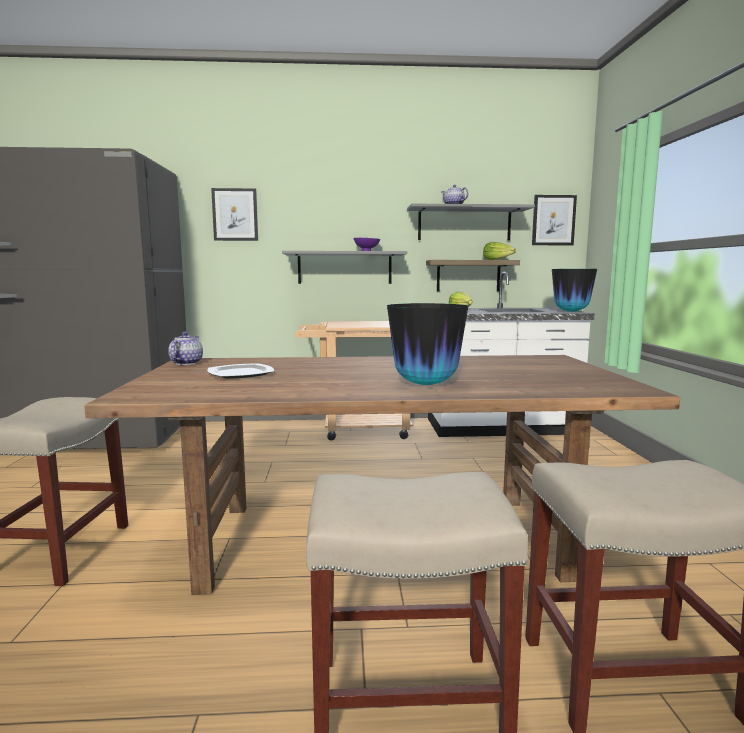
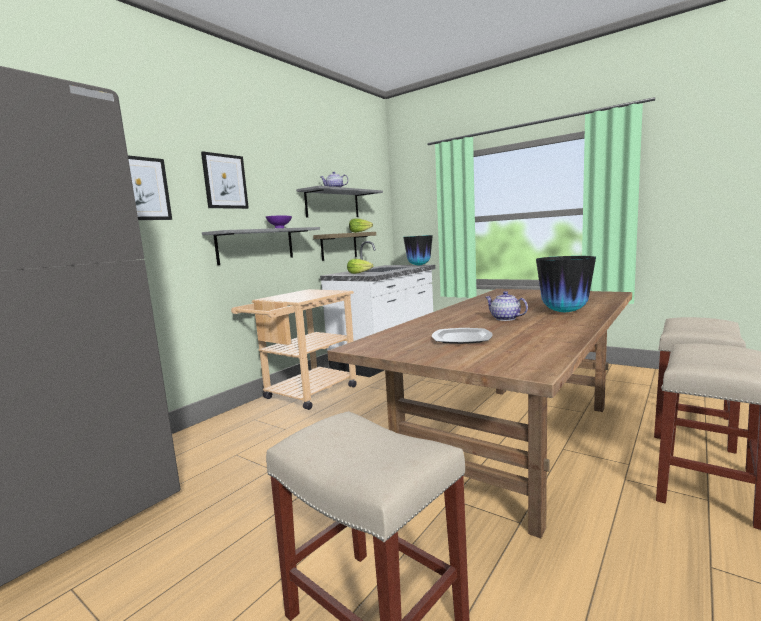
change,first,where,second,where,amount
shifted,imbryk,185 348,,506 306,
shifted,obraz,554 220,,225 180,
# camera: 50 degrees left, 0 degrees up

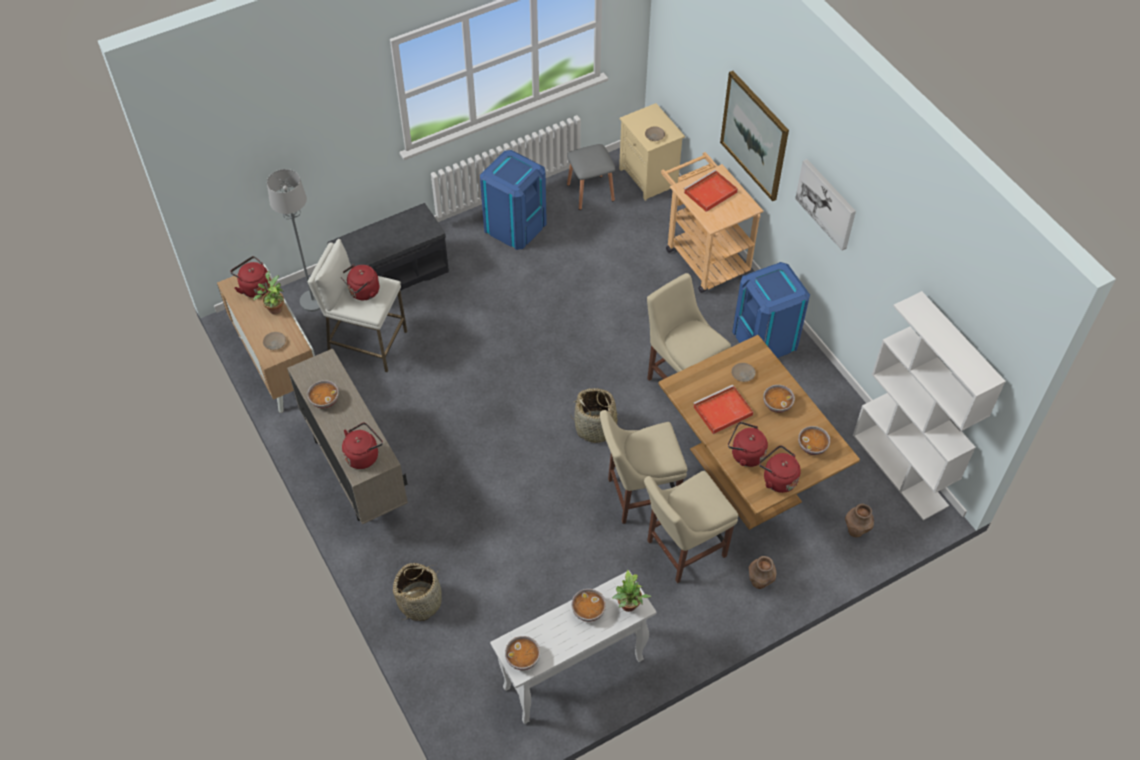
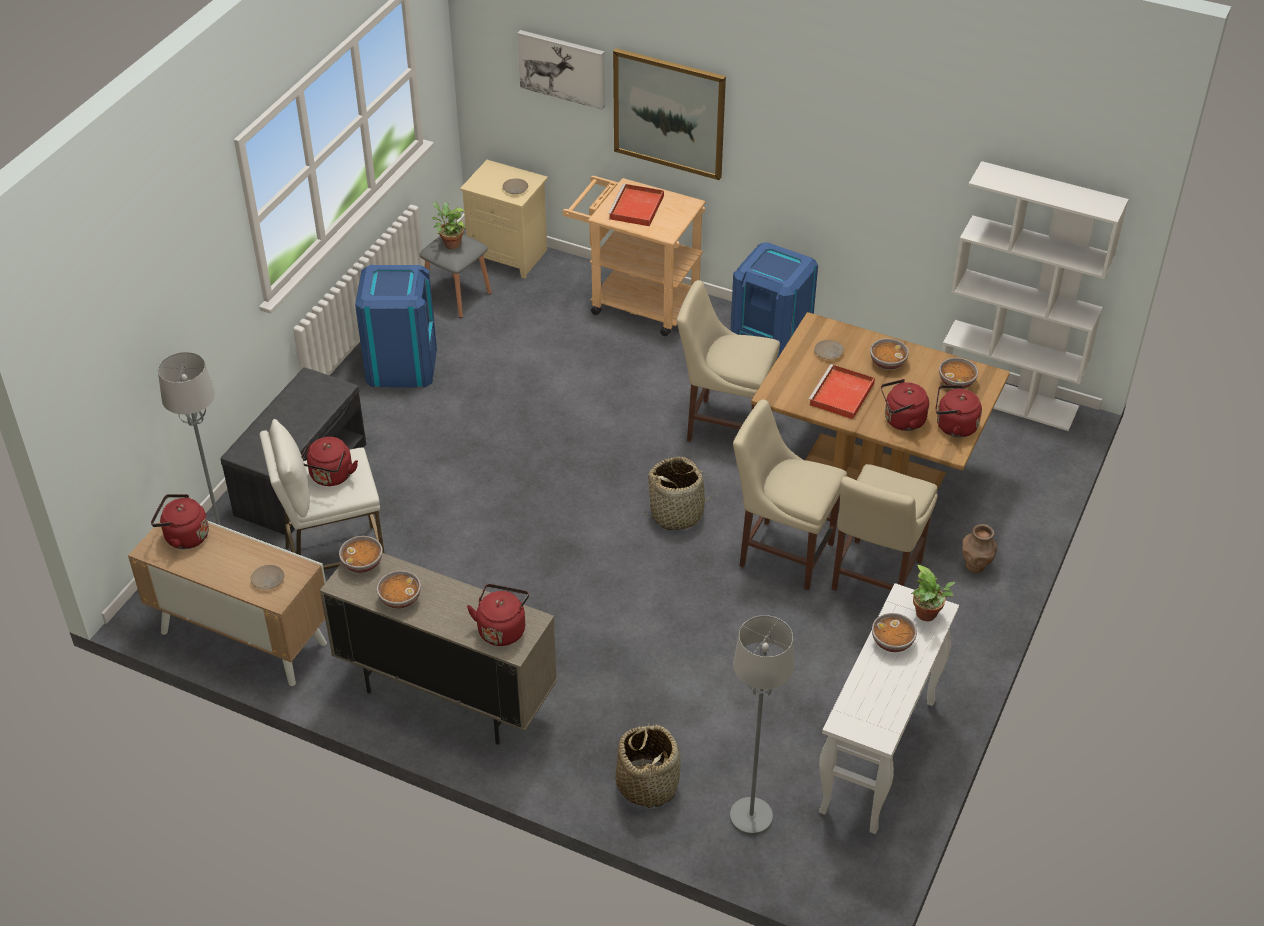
change,first,where,second,where,amount
gone,wazon (brązowy),859 521,,,
new,,,lampa stojąca (szary),762 725,
shifted,roślina doniczkowa,268 293,,448 225,
shifted,miska,522 653,,361 554,
shifted,obraz,825 204,,561 70,
rotated,krzesło (beżowy),643 467,,790 494,75 degrees clockwise
# camera: 35 degrees left, 10 degrees down

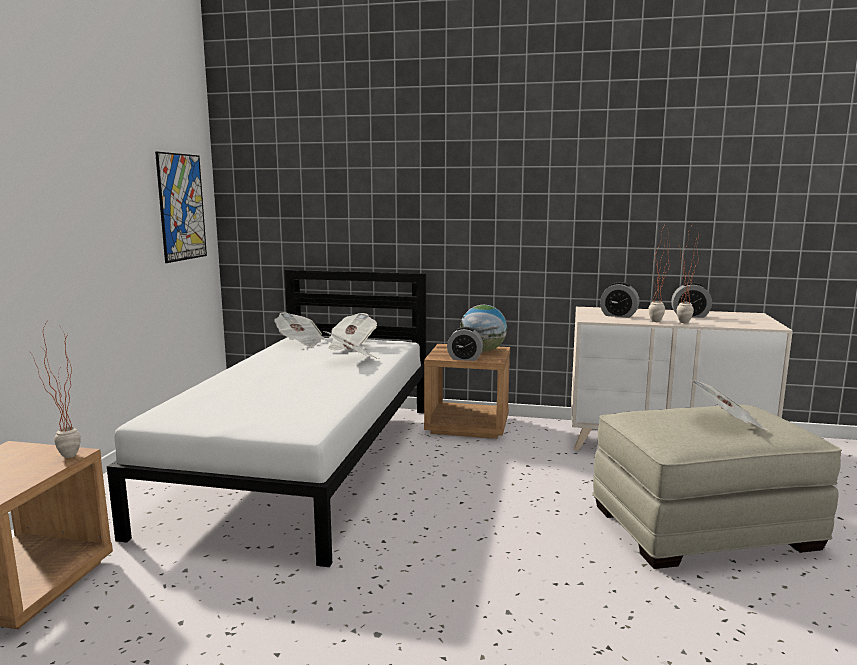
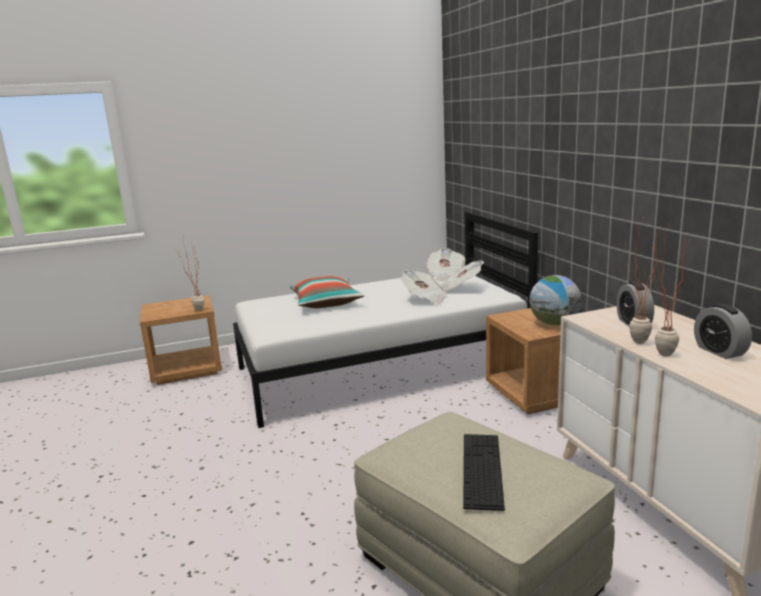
change,first,where,second,where,amount
gone,obraz,181 207,,,
gone,budzik,465 344,,,
new,,,poduszka,327 292,
swapped,gazeta,728 404,klawiatura,484 472,
# camera: 60 degrees right, 5 degrees up

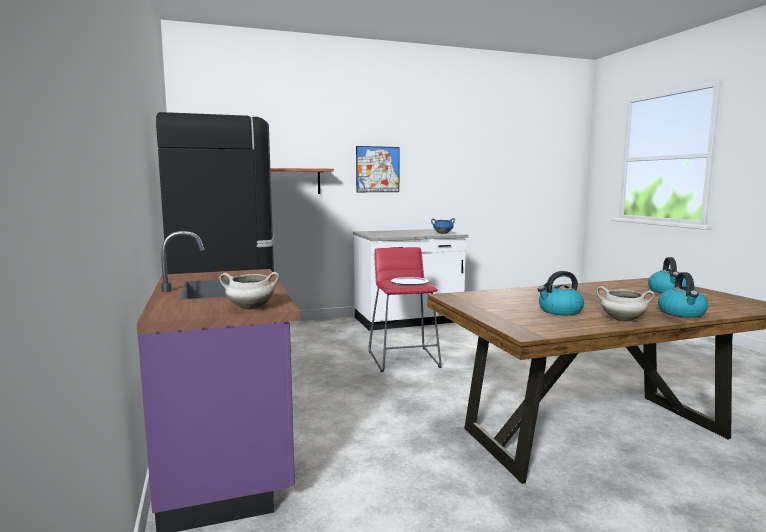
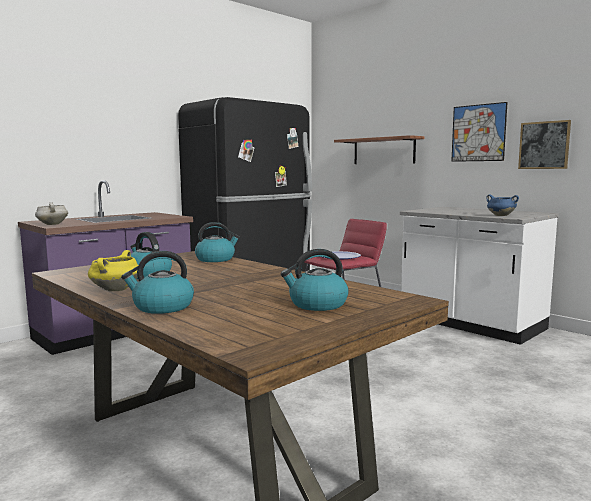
change,first,where,second,where,amount
new,,,czajnik,217 242,
new,,,obraz,544 144,
repainted,garnek (biały),626 304,garnek (żółty),113 270,
# camera: 65 degrees right, 0 degrees up

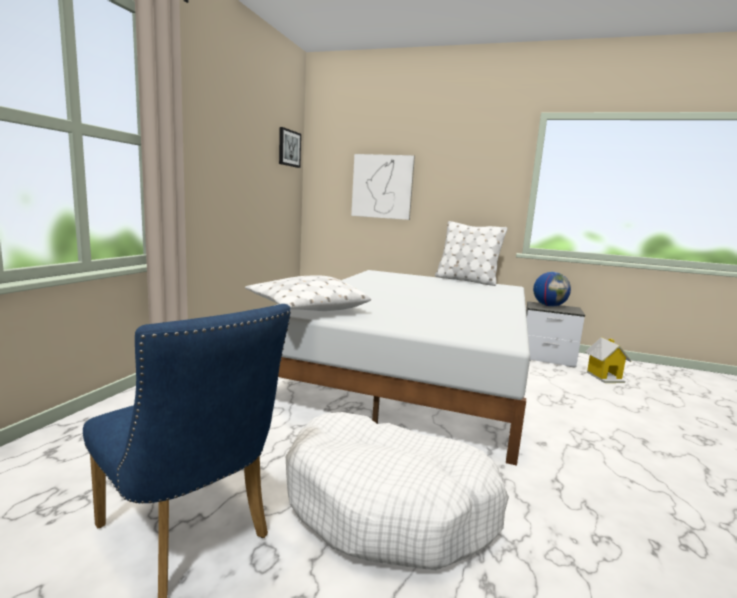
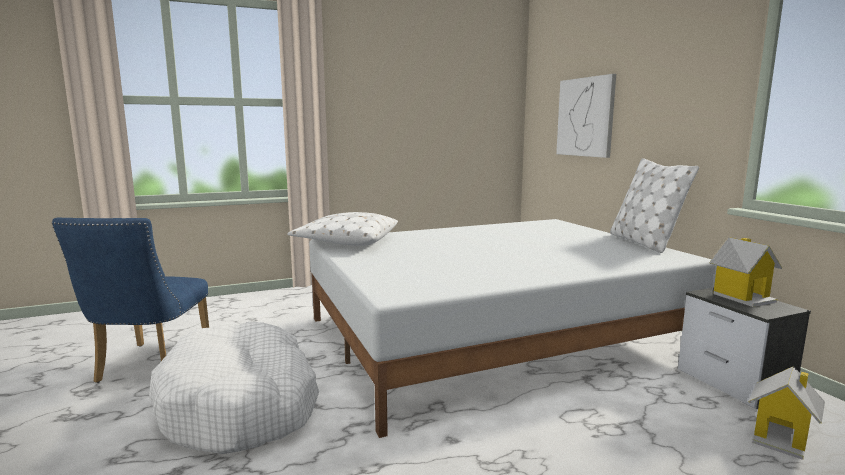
change,first,where,second,where,amount
gone,obraz,290 147,,,
swapped,globus,552 289,domek,745 272,
# camera: 50 degrees right, 0 degrees up

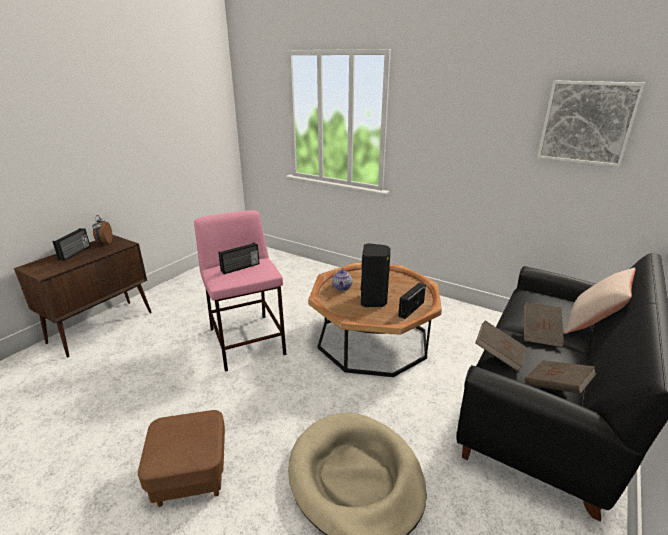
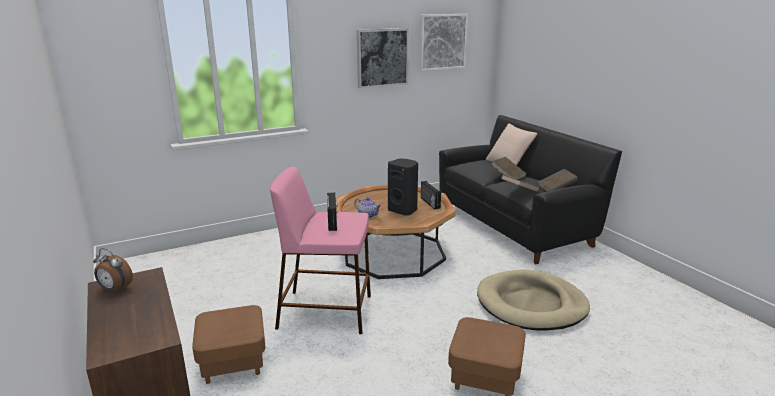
change,first,where,second,where,amount
gone,radio,71 244,,,
new,,,pufa (brązowy),228 344,
new,,,obraz,383 58,
# camera: 60 degrees left, 5 degrees down

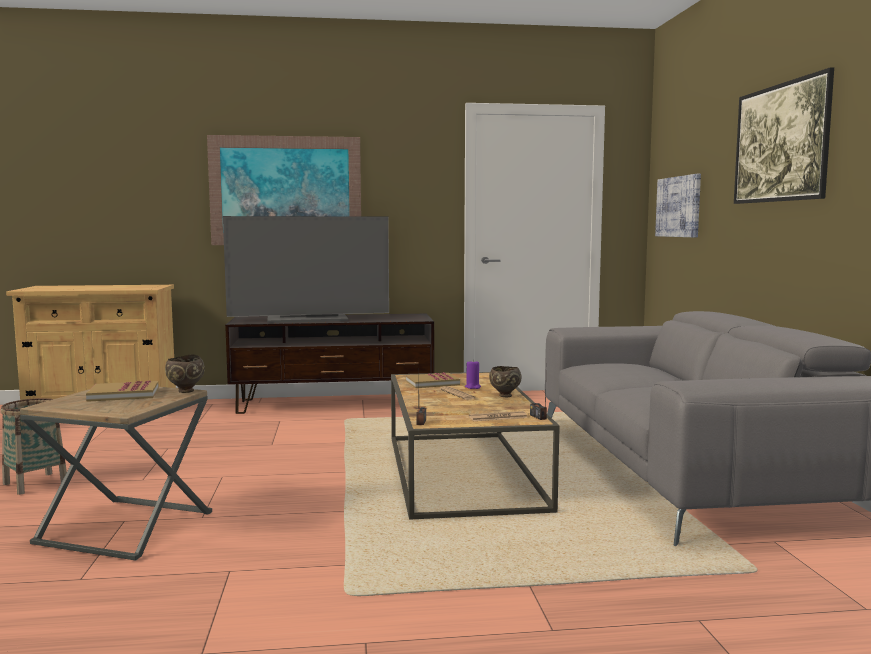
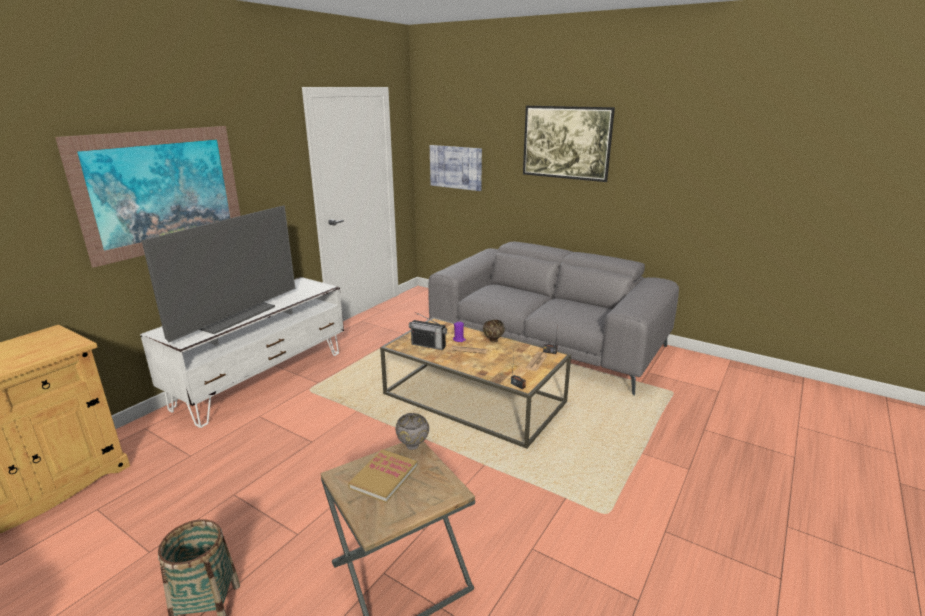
change,first,where,second,where,amount
swapped,książka,433 380,radio,428 331,
repainted,miska (brązowy),185 373,miska (szary),412 431,
repainted,szafka pod telewizor (brązowy),329 364,szafka pod telewizor (biały),242 352,
# camera: 50 degrees left, 15 degrees up

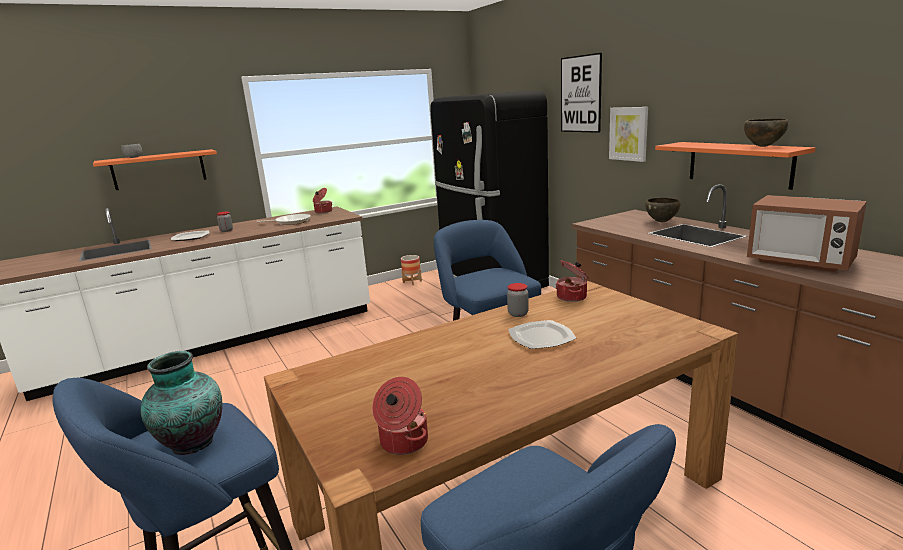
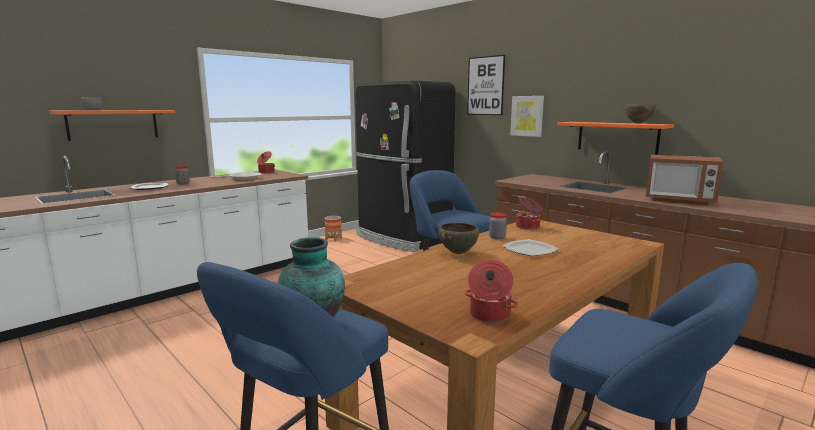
change,first,where,second,where,amount
shifted,miska (brązowy),663 210,,458 238,
# camera: 15 degrees left, 5 degrees down

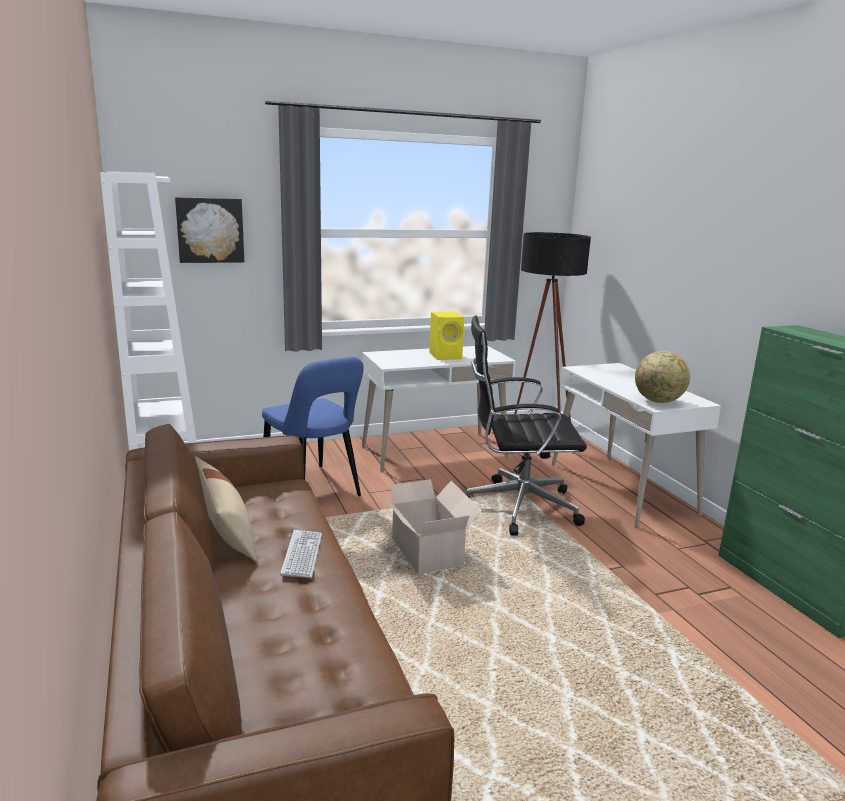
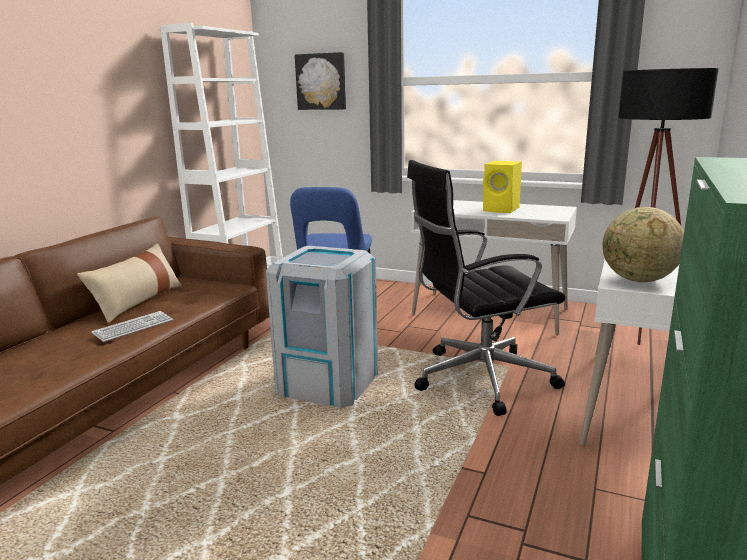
change,first,where,second,where,amount
swapped,karton,430 527,kosz na śmieci (szary),322 327,
rotated,krzesło biurowe (czarny),526 425,,486 288,60 degrees counterclockwise
# camera: 45 degrees right, 0 degrees up

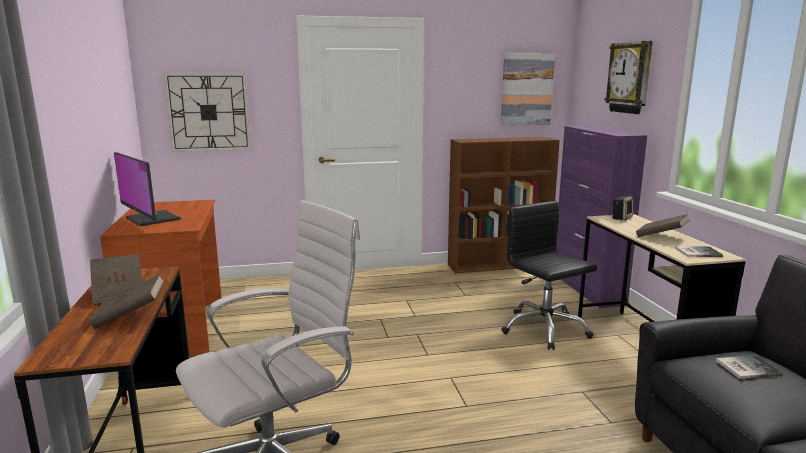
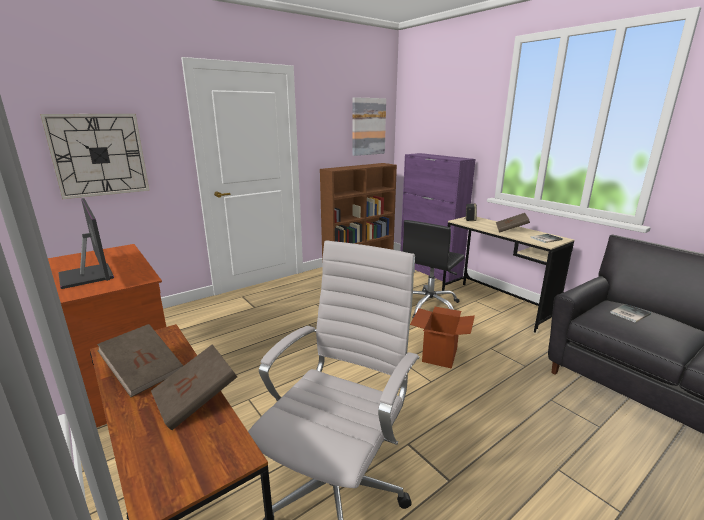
change,first,where,second,where,amount
gone,zegar ścienny,629 77,,,
new,,,karton,442 338,
rotated,monitor,147 189,,86 243,150 degrees counterclockwise
rotated,krzesło biurowe (czarny),549 275,,434 269,90 degrees counterclockwise
# camera: 25 degrees left, 5 degrees up

